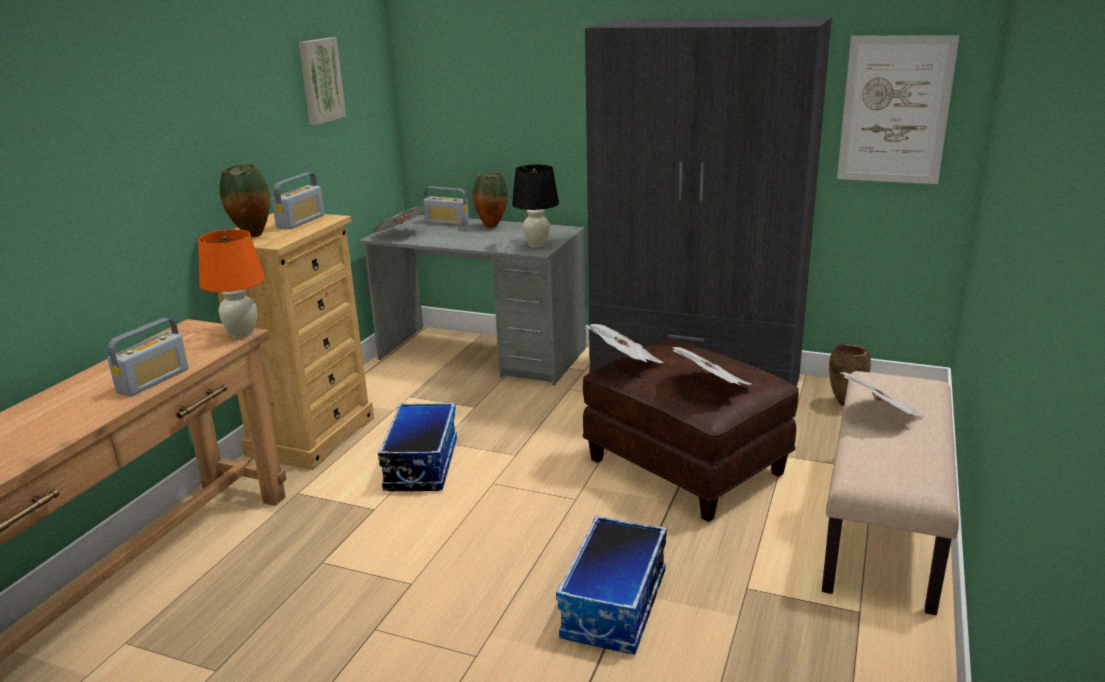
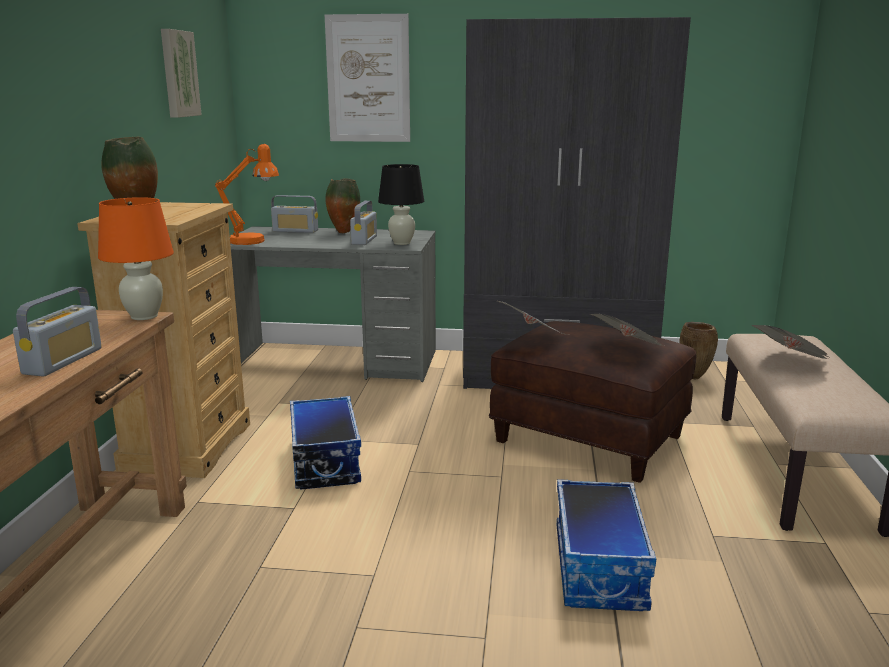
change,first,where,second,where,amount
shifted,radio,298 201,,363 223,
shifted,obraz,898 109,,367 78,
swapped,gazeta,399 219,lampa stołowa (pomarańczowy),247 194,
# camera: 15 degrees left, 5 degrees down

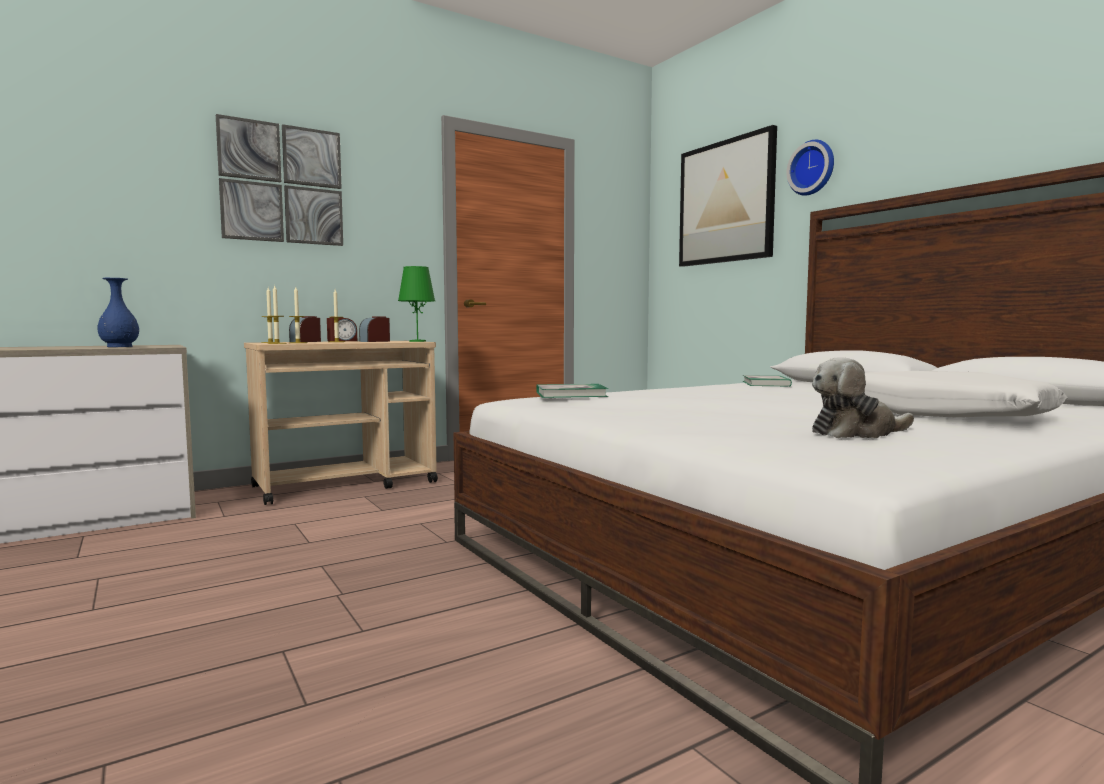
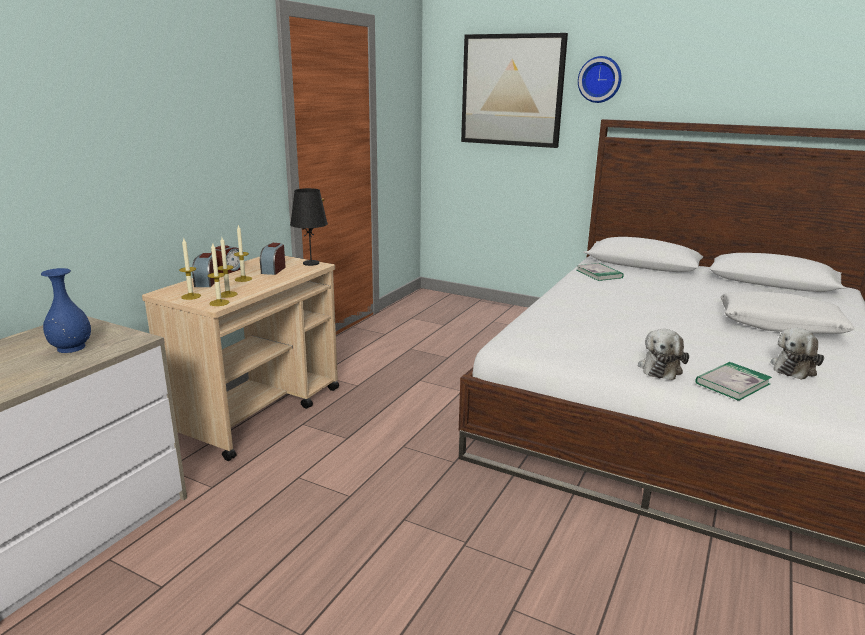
change,first,where,second,where,amount
gone,obraz,279 180,,,
new,,,pluszak,663 354,
shifted,książka,572 391,,734 381,
repainted,lampa stołowa (zielony),416 304,lampa stołowa (czarny),309 227,
# camera: 30 degrees left, 15 degrees up

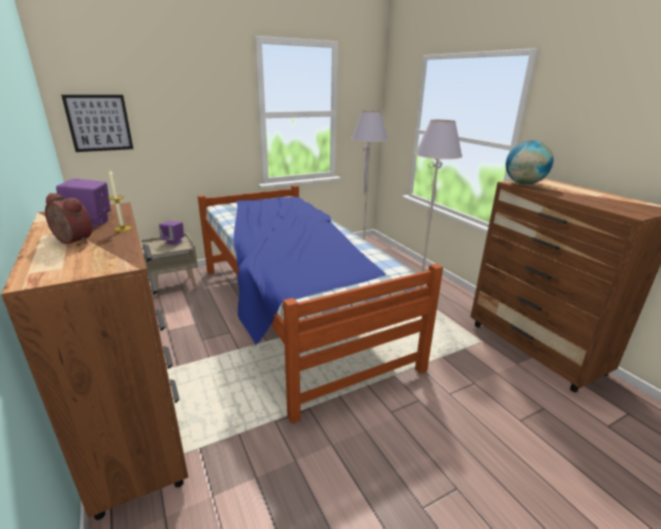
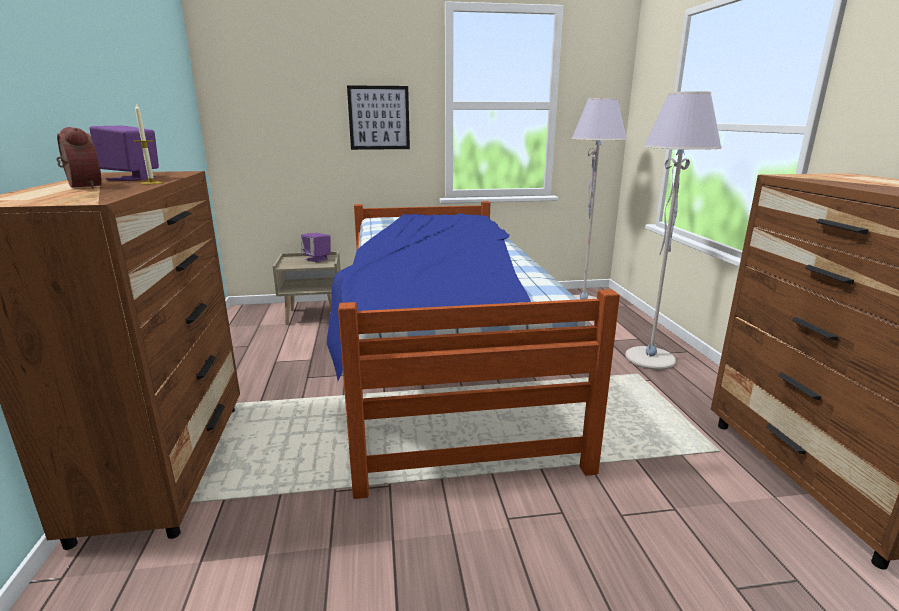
change,first,where,second,where,amount
gone,globus,529 162,,,
shifted,obraz,97 123,,378 117,
# camera: 20 degrees right, 5 degrees down

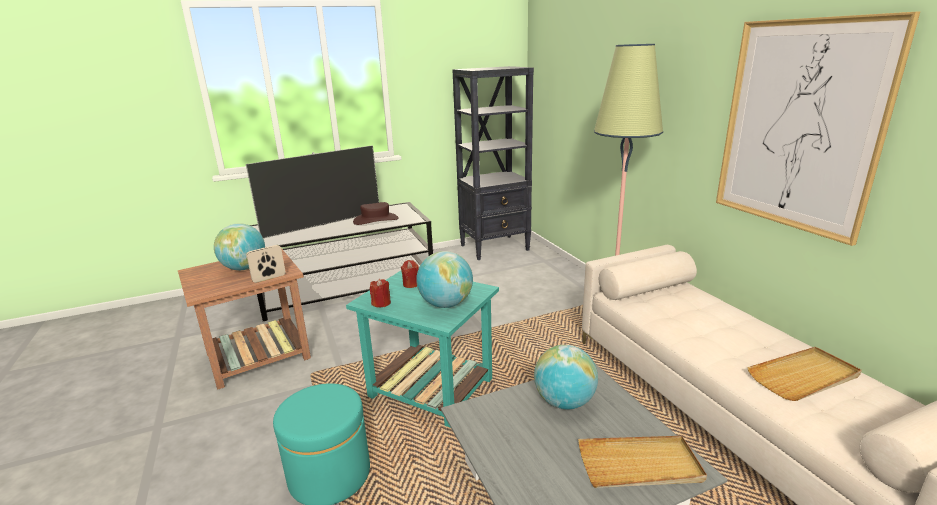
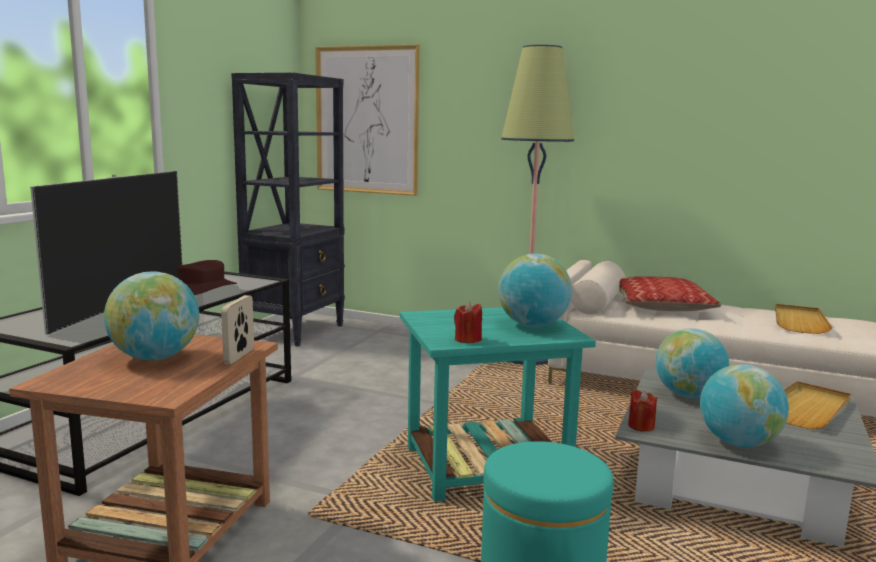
change,first,where,second,where,amount
new,,,poduszka,670 293,
new,,,globus,744 405,
shifted,świeca (czerwony),410 274,,642 411,
shifted,obraz,818 128,,367 120,
# camera: 45 degrees left, 10 degrees down

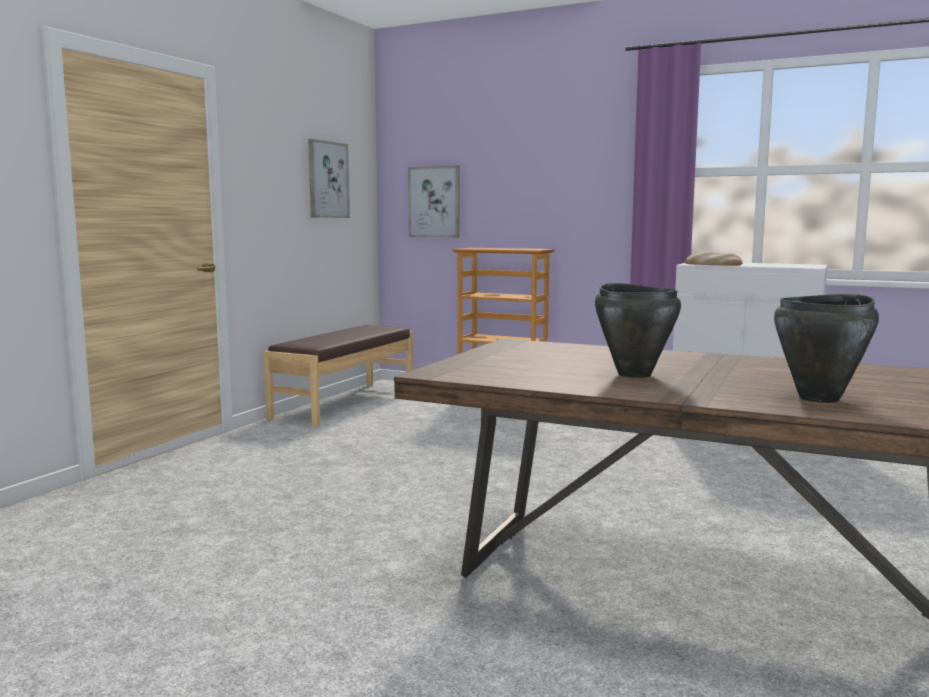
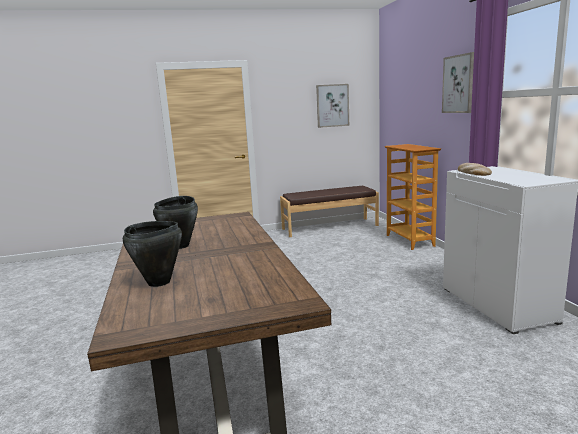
change,first,where,second,where,amount
shifted,obraz,434 201,,458 82,
# camera: 50 degrees right, 5 degrees up

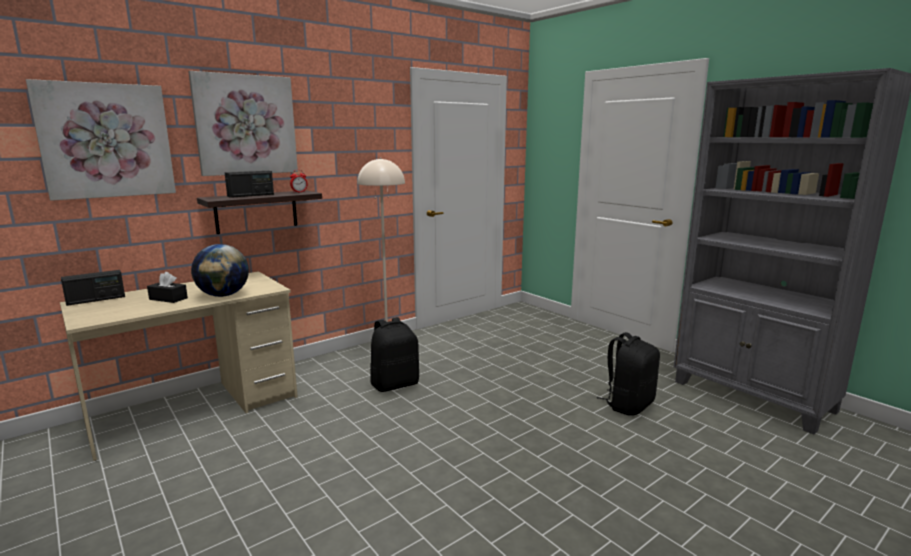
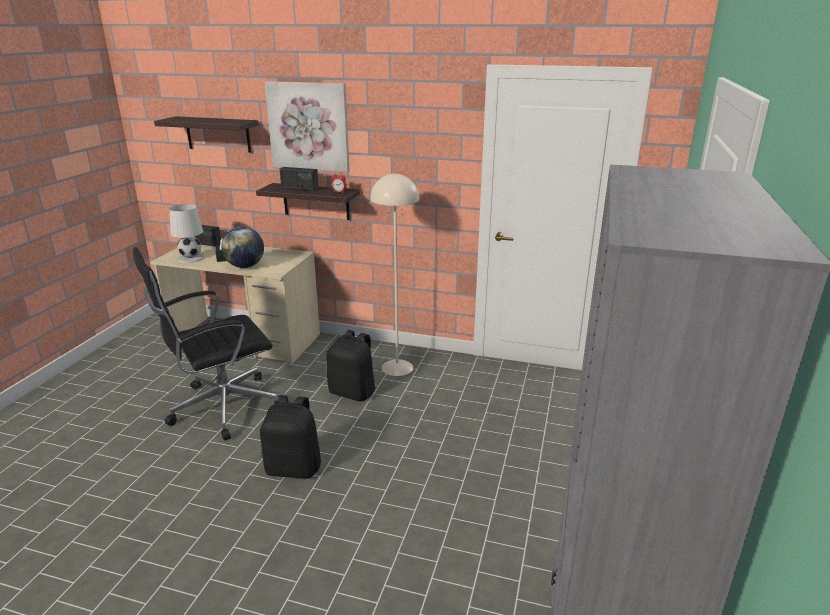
change,first,where,second,where,amount
new,,,krzesło biurowe (czarny),205 343,
new,,,lampa stołowa (biały),187 233,
shifted,plecak (czarny),628 374,,290 437,
swapped,obraz,101 140,półka,206 134,
# camera: 55 degrees right, 10 degrees up

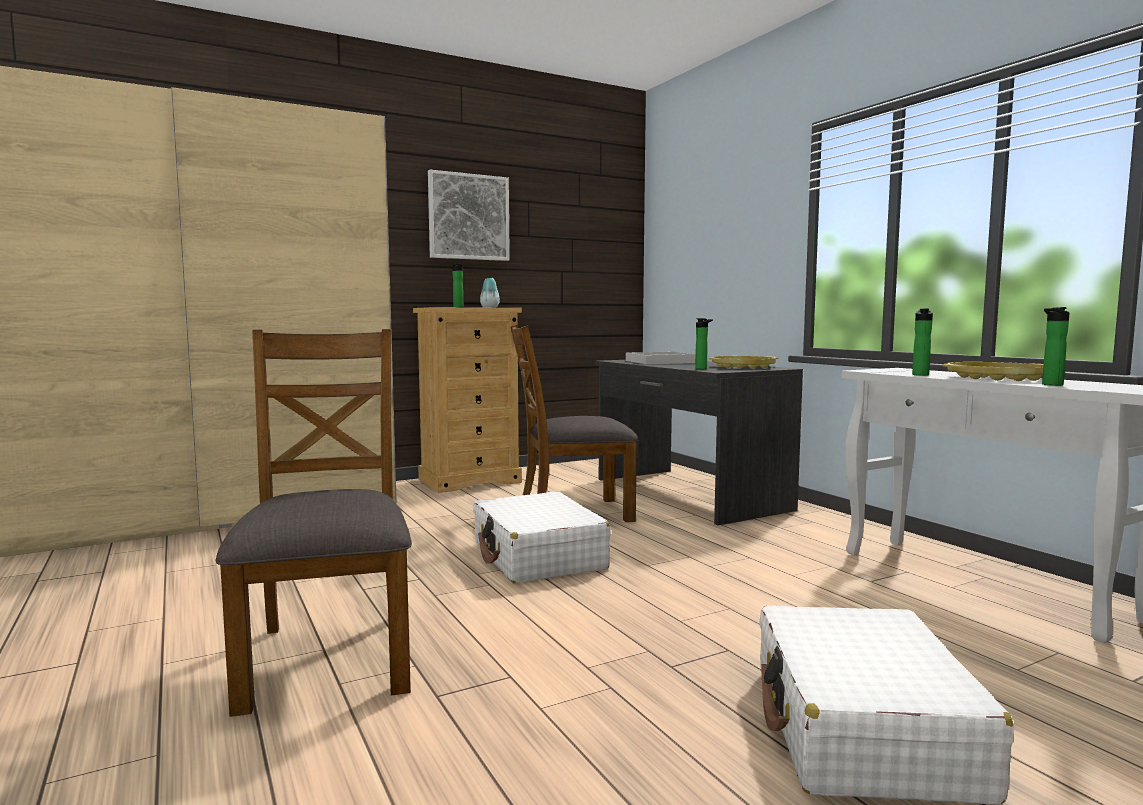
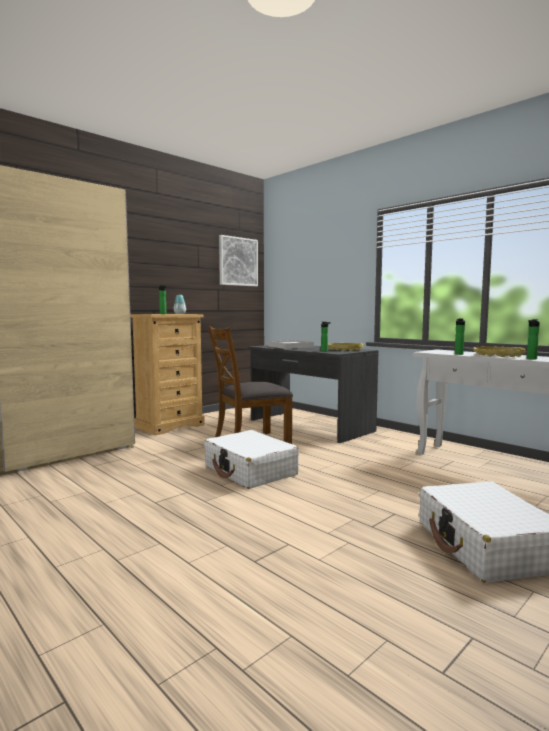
change,first,where,second,where,amount
gone,krzesło (brązowy),313 523,,,
shifted,obraz,469 215,,238 260,
# camera: 15 degrees left, 0 degrees up

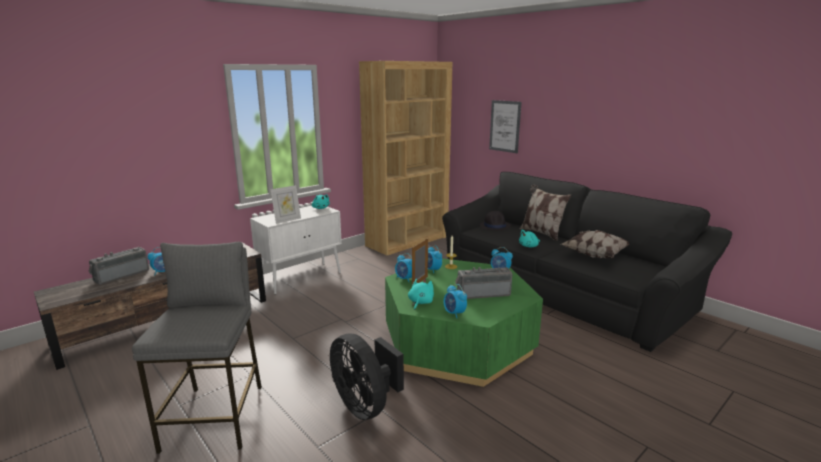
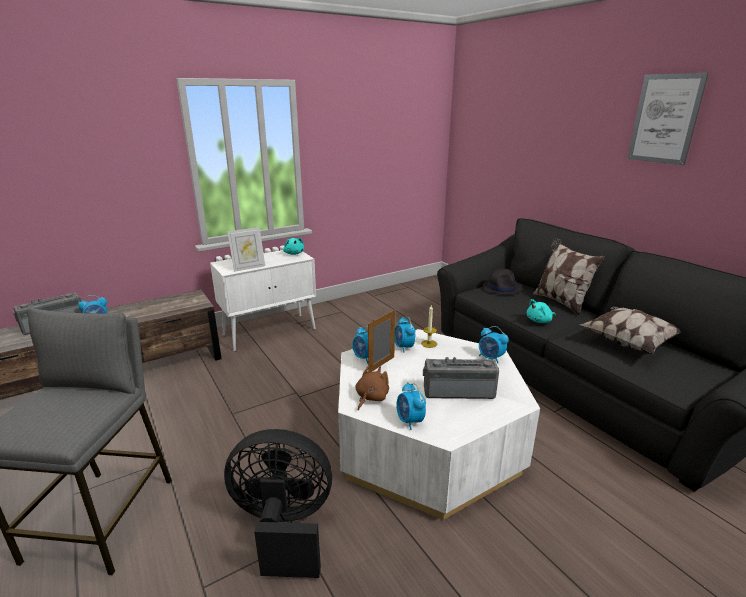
change,first,where,second,where,amount
gone,regał (brązowy),405 158,,,
shifted,obraz,505 126,,668 119,
repainted,ława (zielony),464 322,ława (biały),439 424,
repainted,pluszak (turkusowy),421 294,pluszak (brązowy),372 388,
rotated,wentylator (czarny),367 377,,278 503,120 degrees clockwise
# camera: 10 degrees right, 5 degrees up

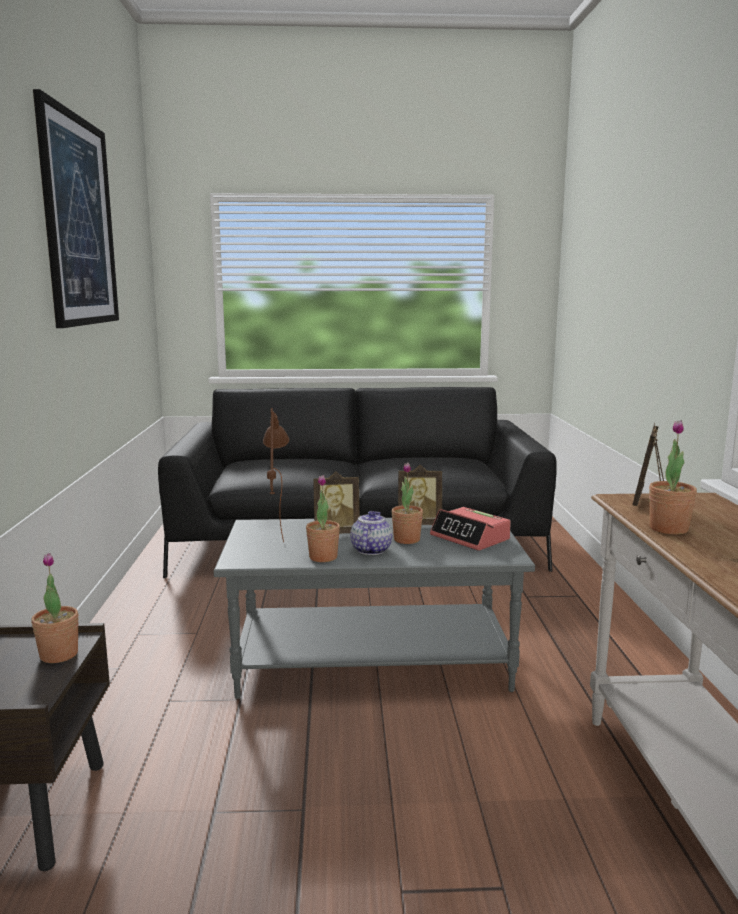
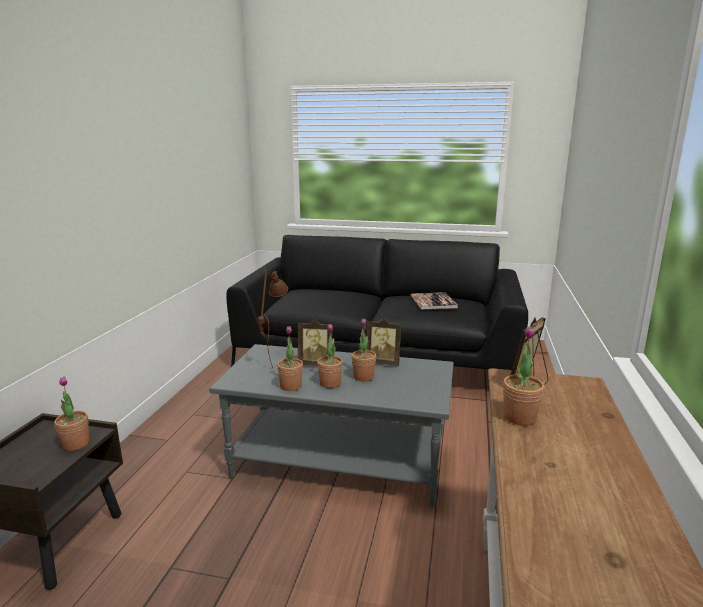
change,first,where,second,where,amount
gone,obraz,76 208,,,
gone,budzik,470 529,,,
new,,,książka,434 301,
swapped,imbryk,371 533,roślina doniczkowa,330 356,
# camera: 15 degrees right, 5 degrees up

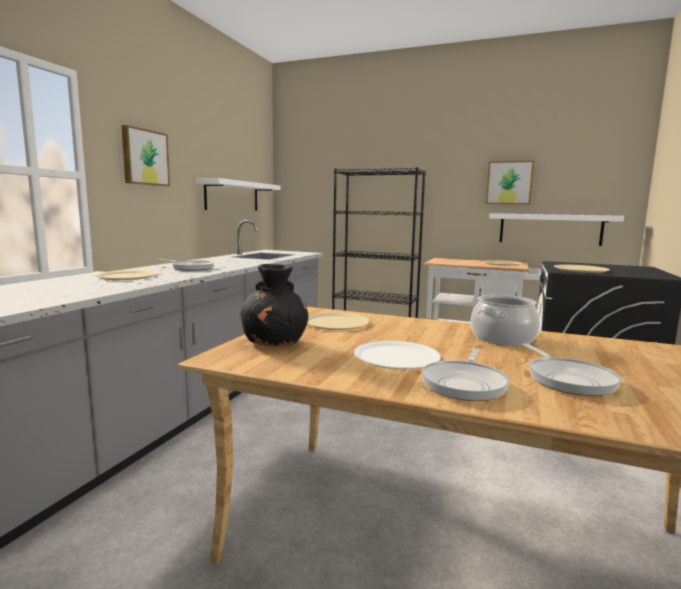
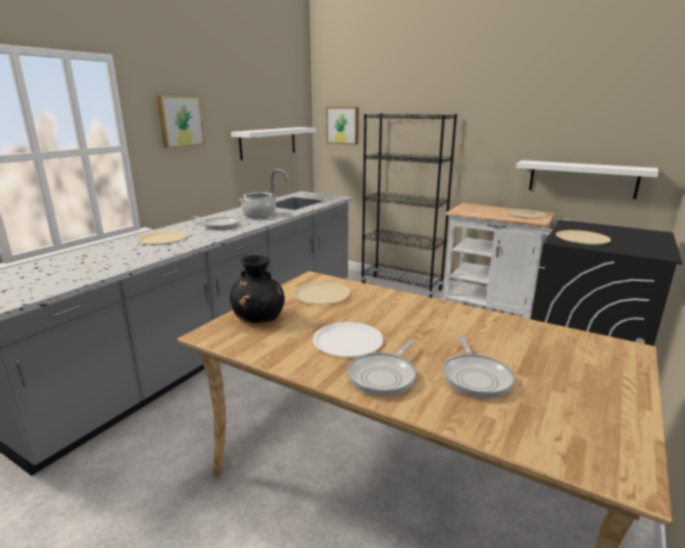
change,first,where,second,where,amount
shifted,garnek,505 320,,258 205,
shifted,obraz,510 182,,342 126,
# camera: 10 degrees right, 10 degrees up

